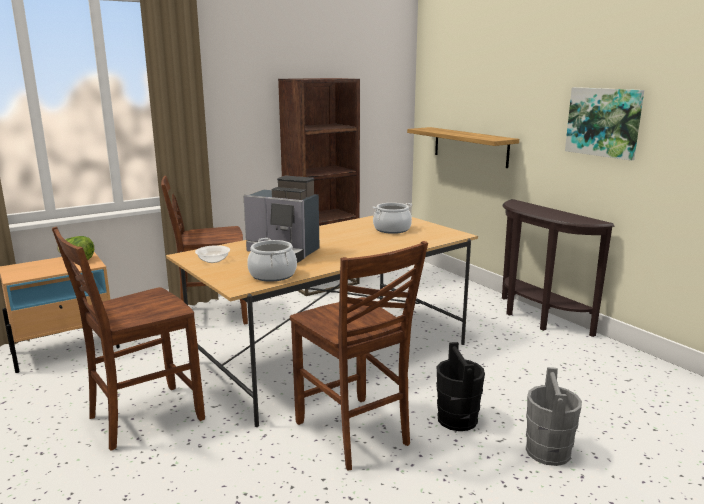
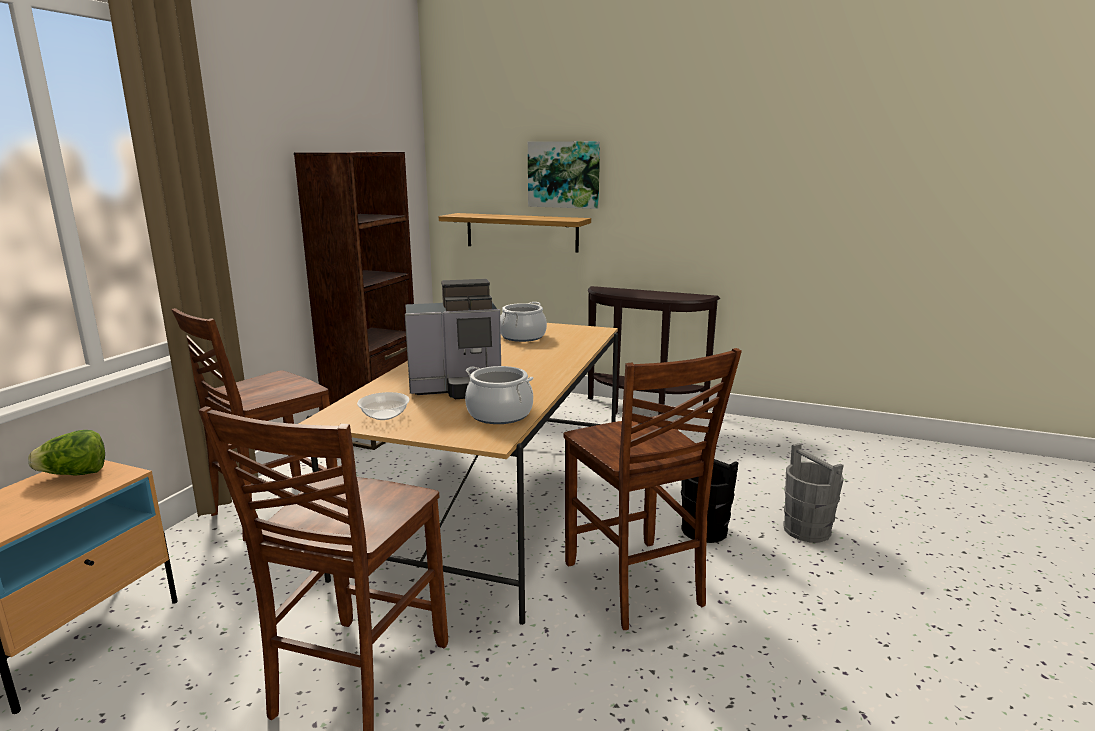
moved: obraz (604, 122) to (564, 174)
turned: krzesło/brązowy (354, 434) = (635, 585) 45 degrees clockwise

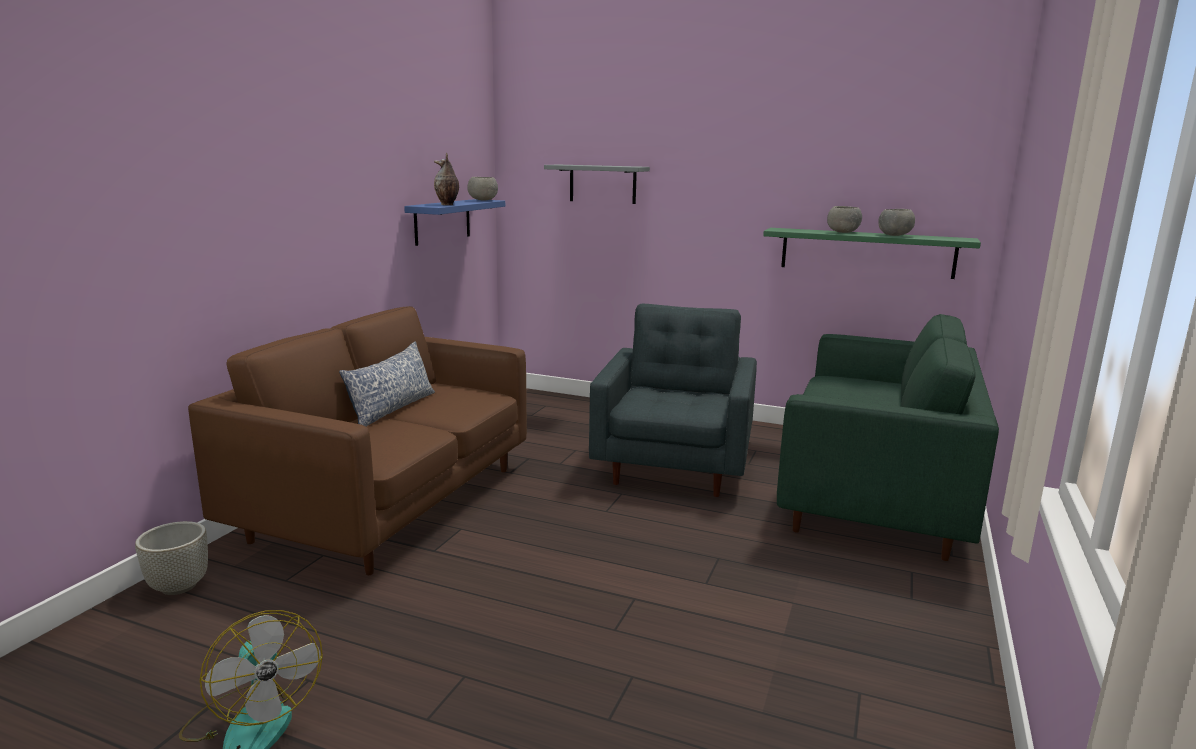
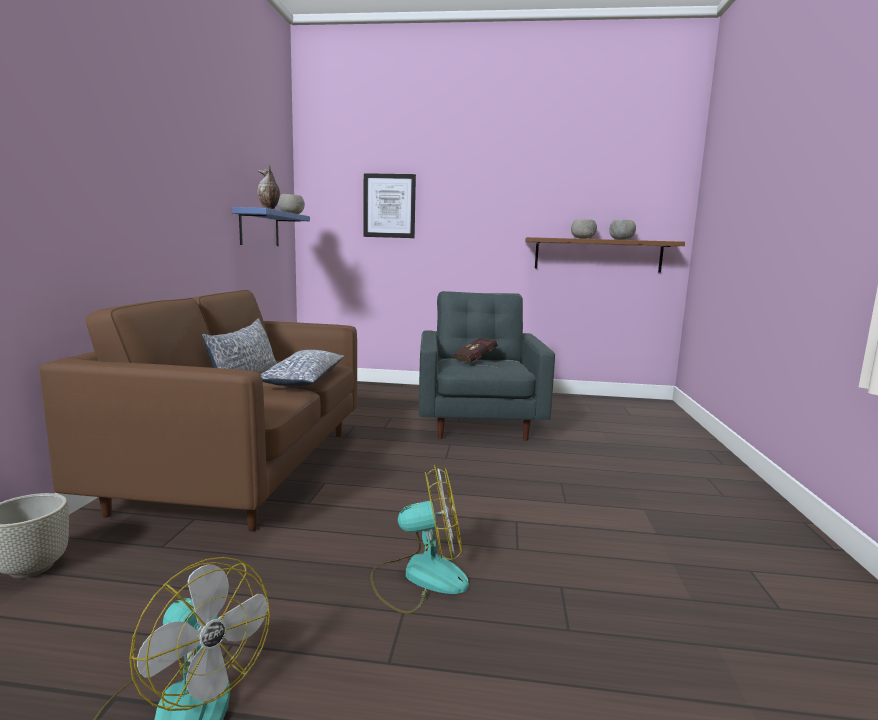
removed: kanapa/zielony (874, 494)
added: poduszka (303, 380); wentylator (420, 577); książka/czerwony (477, 360)
replaced: półka/szary (602, 184) to obraz (389, 206)
recoloured: półka/zielony (866, 252) to półka/brązowy (598, 255)

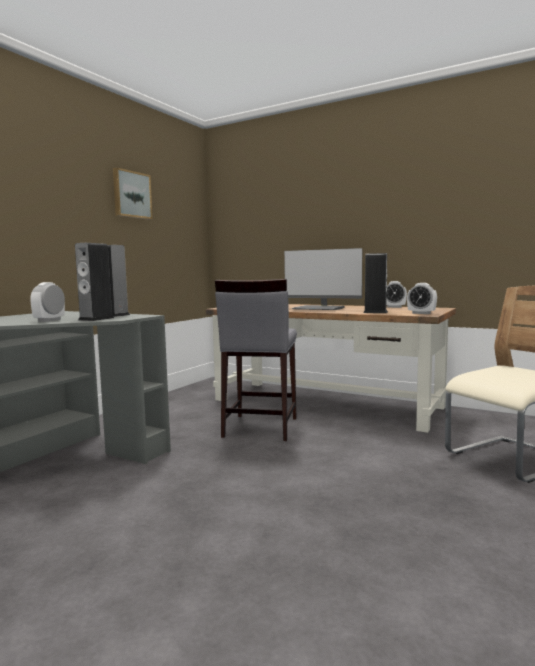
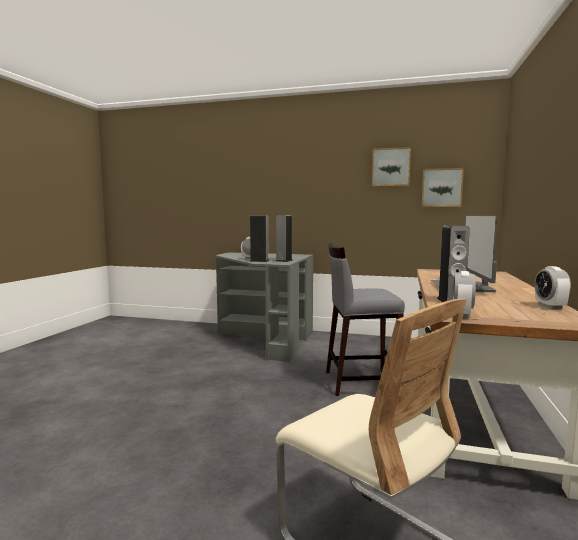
added: obraz (441, 188)

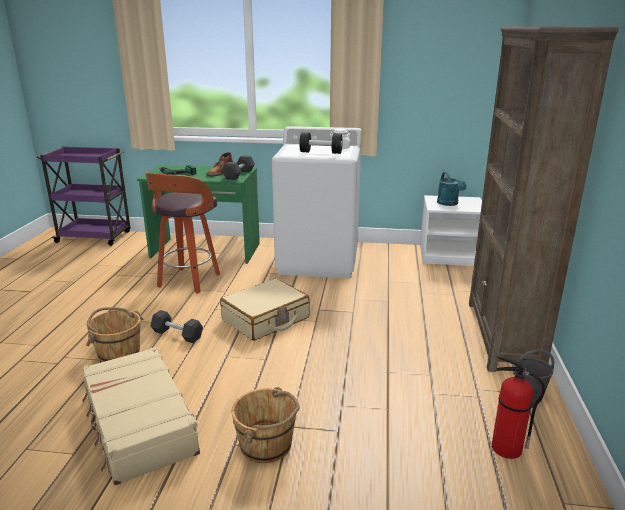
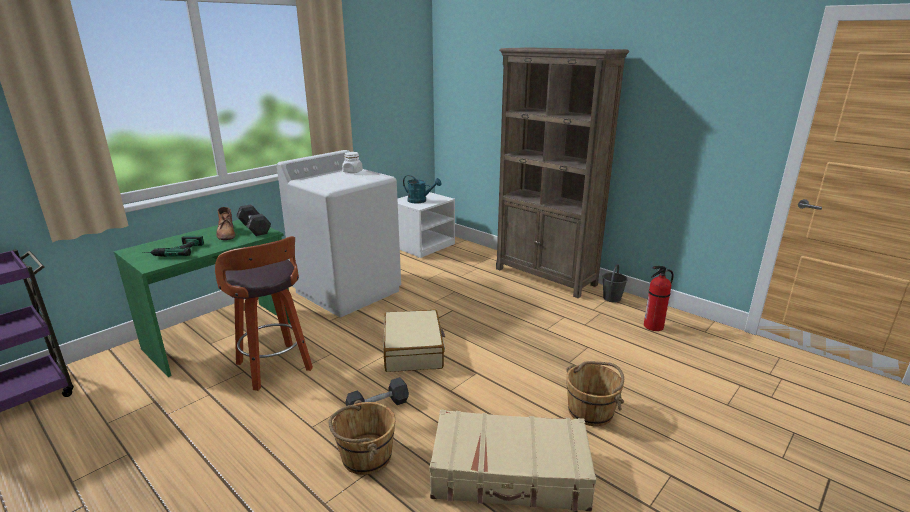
removed: hantel/czarny (321, 152)

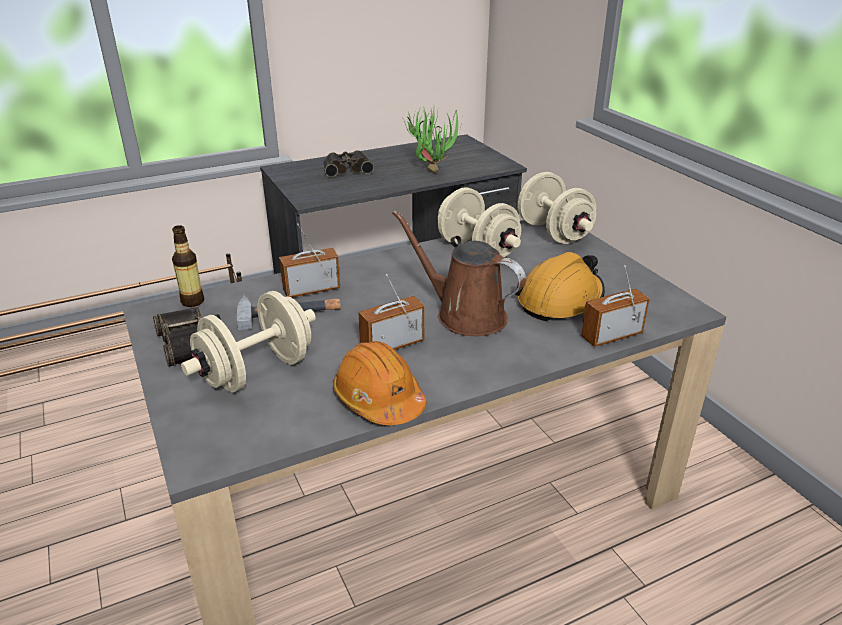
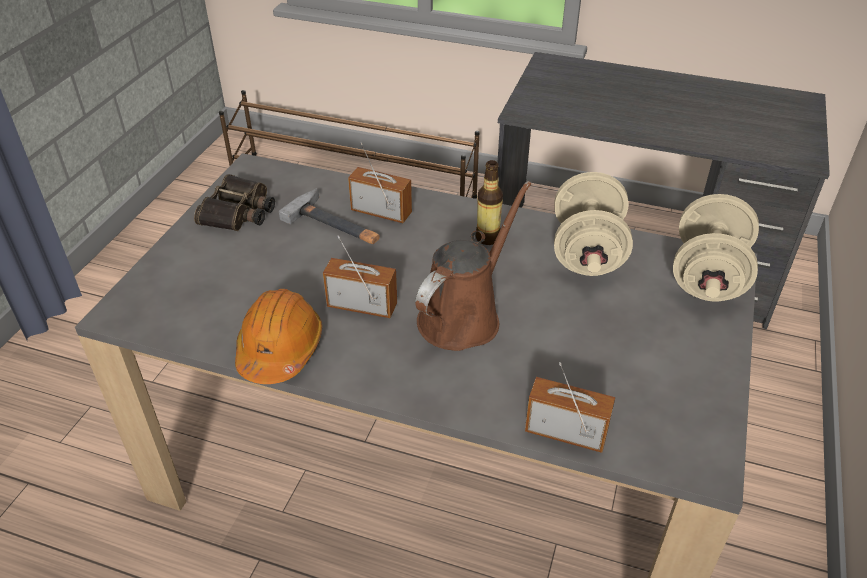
removed: hantel/beżowy (256, 372); lornetka (347, 169); roślina doniczkowa (431, 169); kask/pomarańczowy (560, 300)
moved: butelka (192, 301) to (487, 238)
turned: konewka/brązowy (465, 315) = (463, 316) 45 degrees clockwise

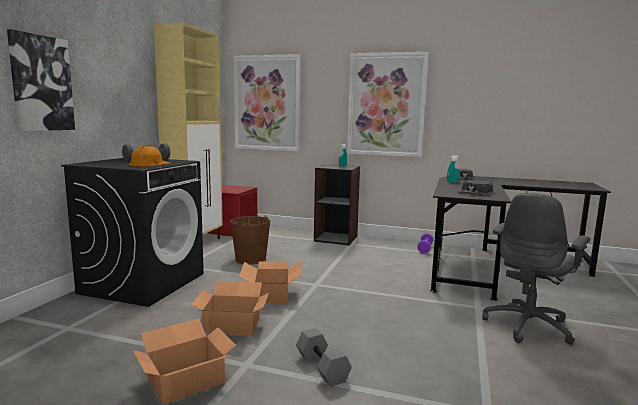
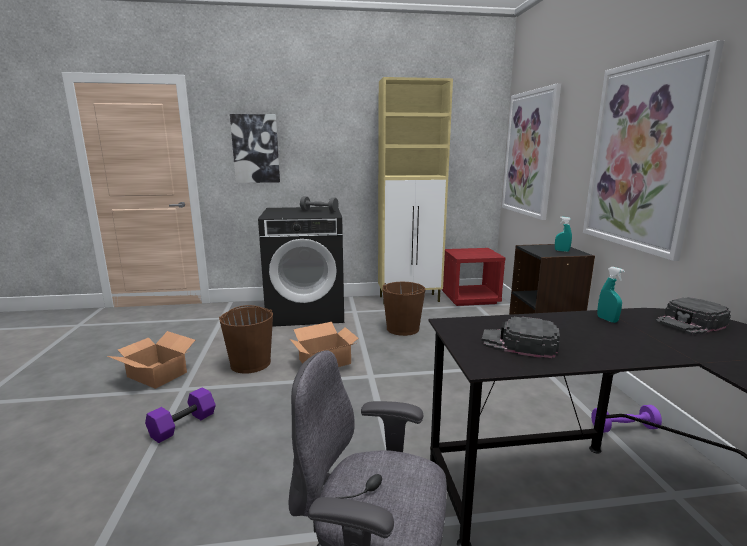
removed: kask/pomarańczowy (149, 164)
replaced: karton (231, 324) to wiadro/brązowy (250, 363)
recoloured: hantel/szary (321, 368) to hantel/fioletowy (183, 424)

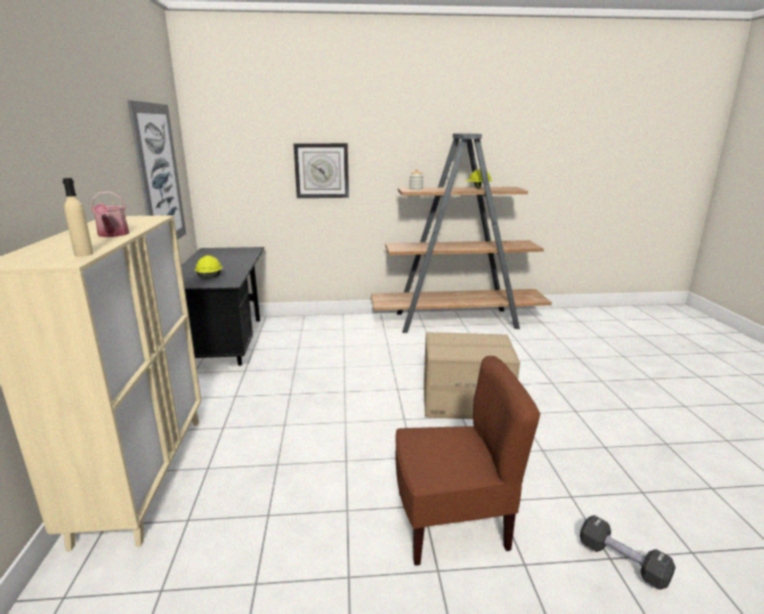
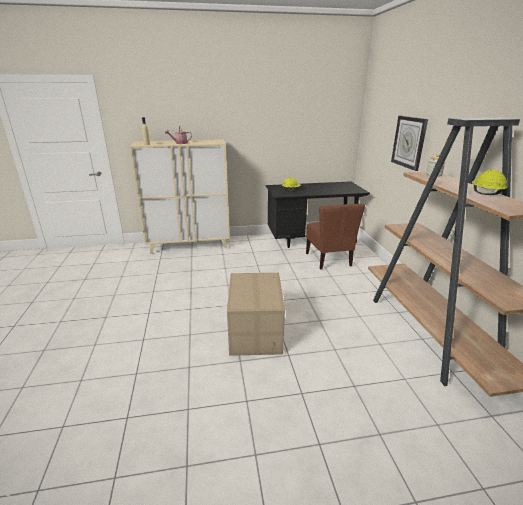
removed: obraz (159, 176); hantel/czarny (622, 562)
moved: krzesło/brązowy (452, 522) to (329, 260)

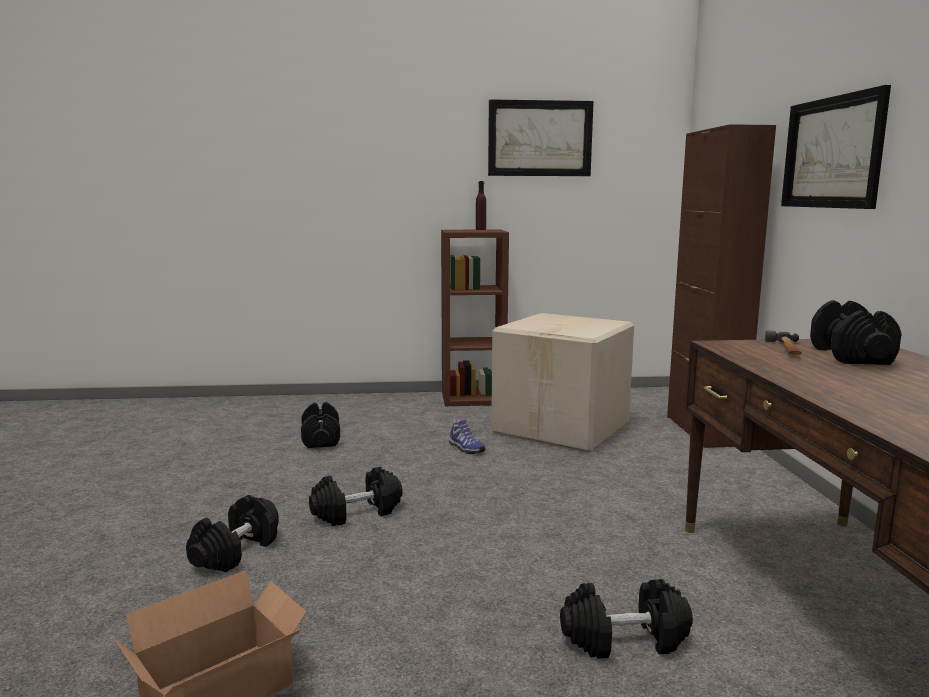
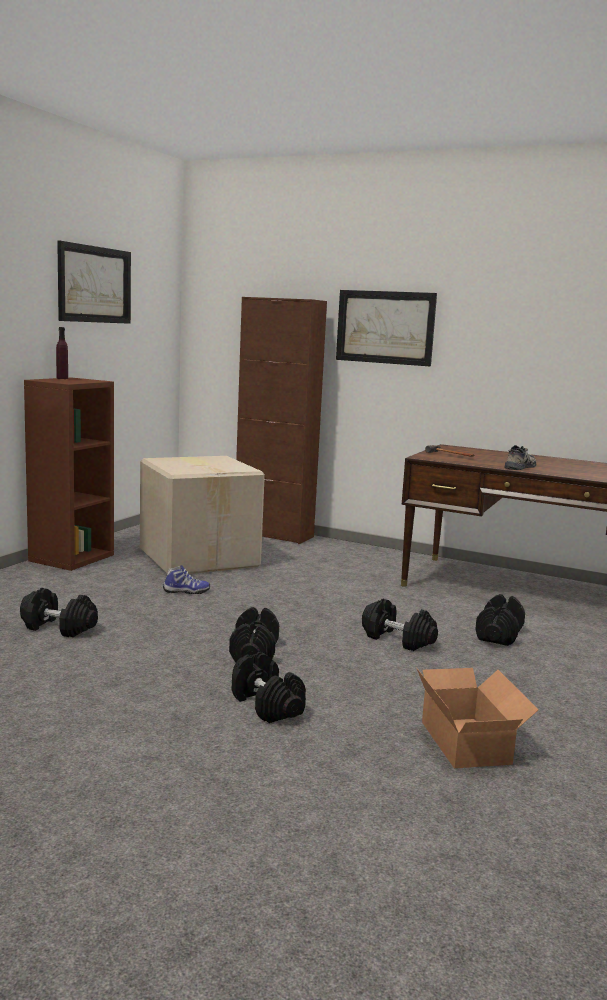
added: but (521, 467)
moved: hantel/czarny (851, 355) to (398, 639)

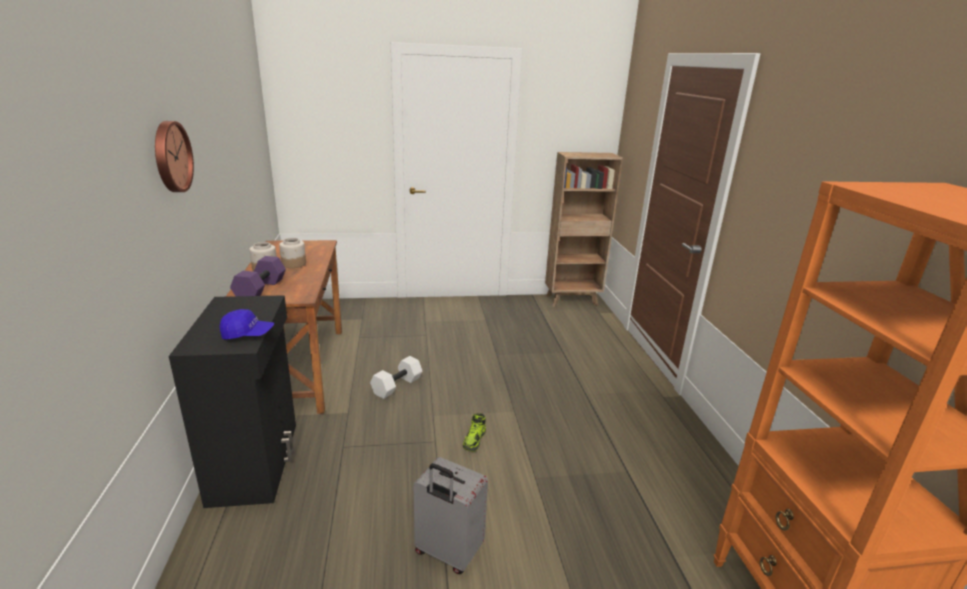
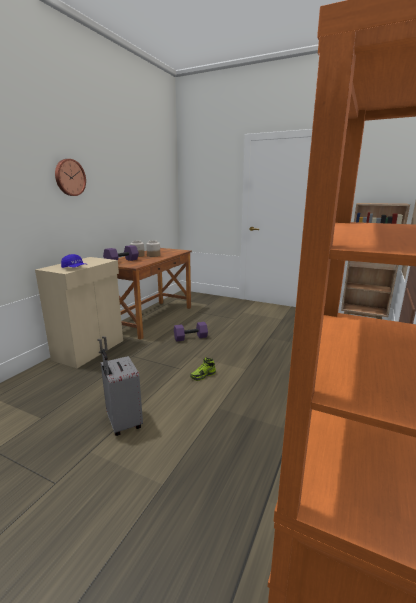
recoloured: szafka/czarny (256, 461) to szafka/beżowy (90, 350); hantel/biały (397, 386) to hantel/fioletowy (190, 338)

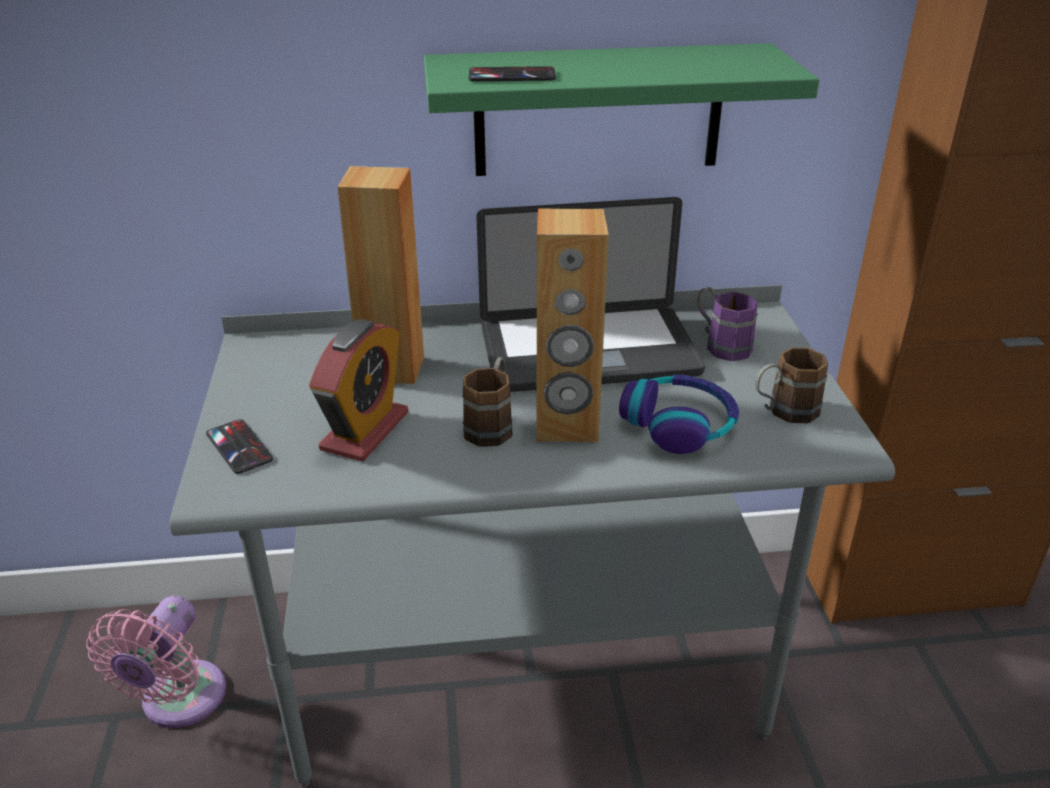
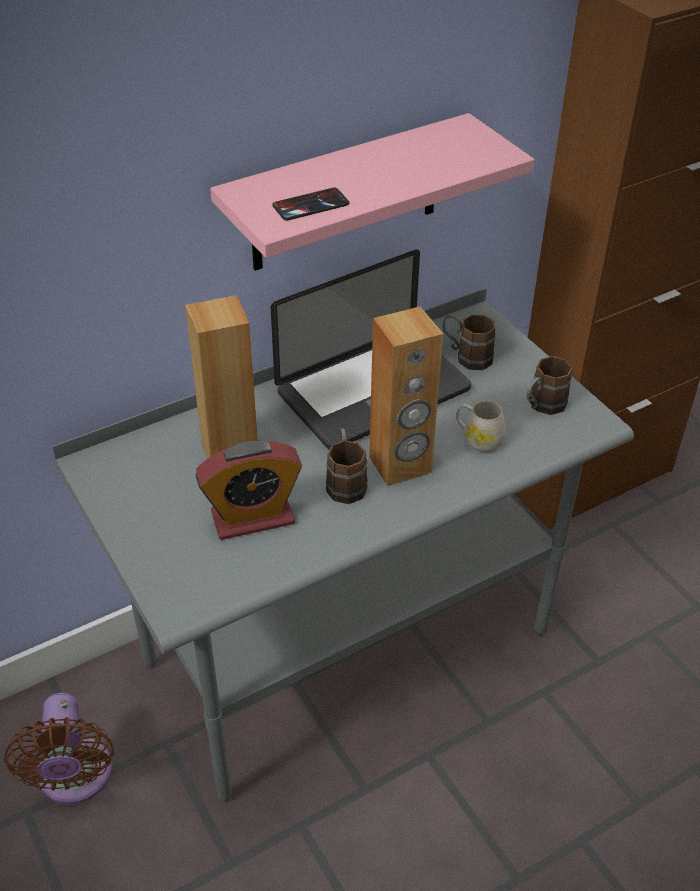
removed: telefon (239, 447)
replaced: słuchawki (679, 424) to kubek/biały (478, 439)
recoloured: wentylator/różowy (179, 702) to wentylator/brązowy (75, 779); półka/zielony (598, 111) to półka/różowy (345, 194); kubek/fioletowy (720, 345) to kubek/brązowy (466, 356)
turned: budzik (365, 431) = (253, 518) 75 degrees clockwise

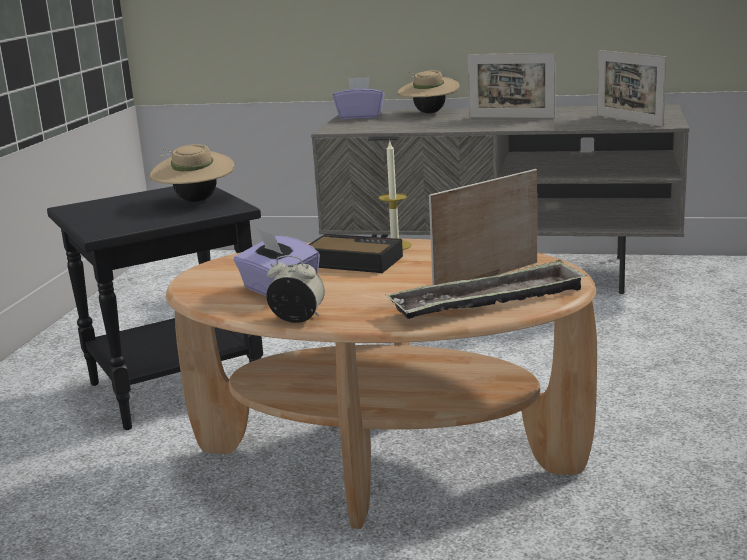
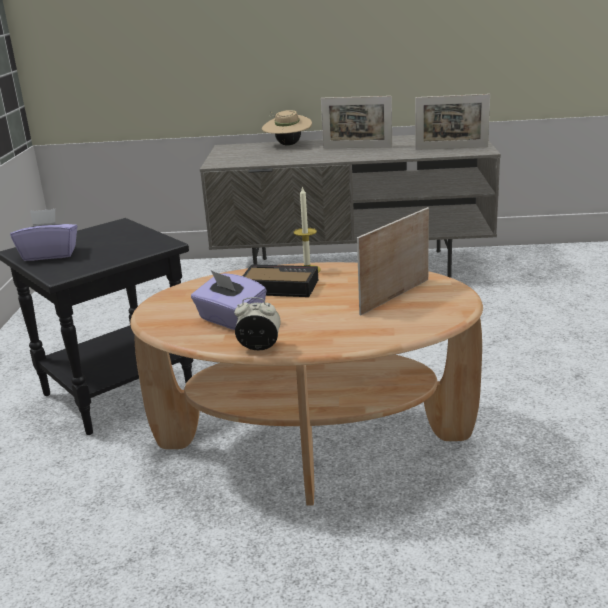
removed: kapelusz/beżowy (195, 201); taca (489, 301)
moved: pudełko chusteczek/fioletowy (360, 116) to (50, 254)
turned: ramka na zdjęcie (629, 120) = (451, 148) 45 degrees counterclockwise

